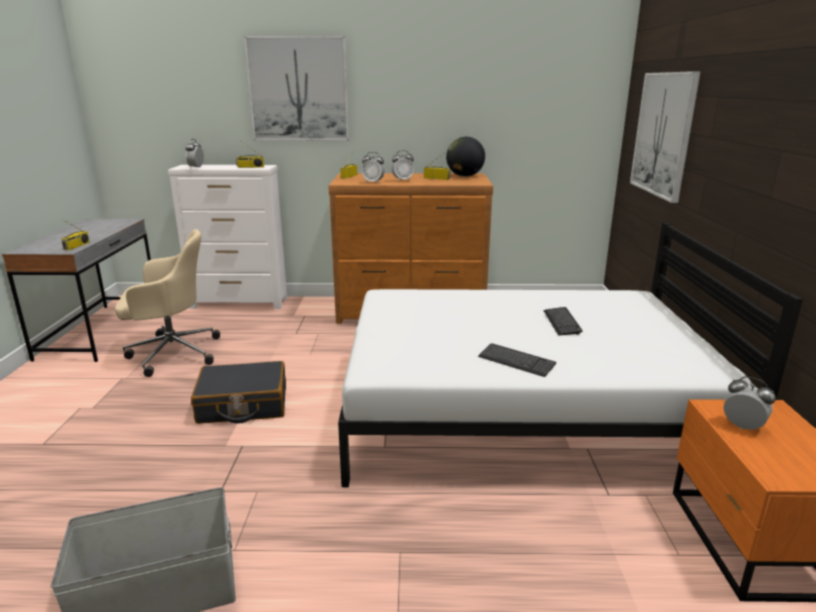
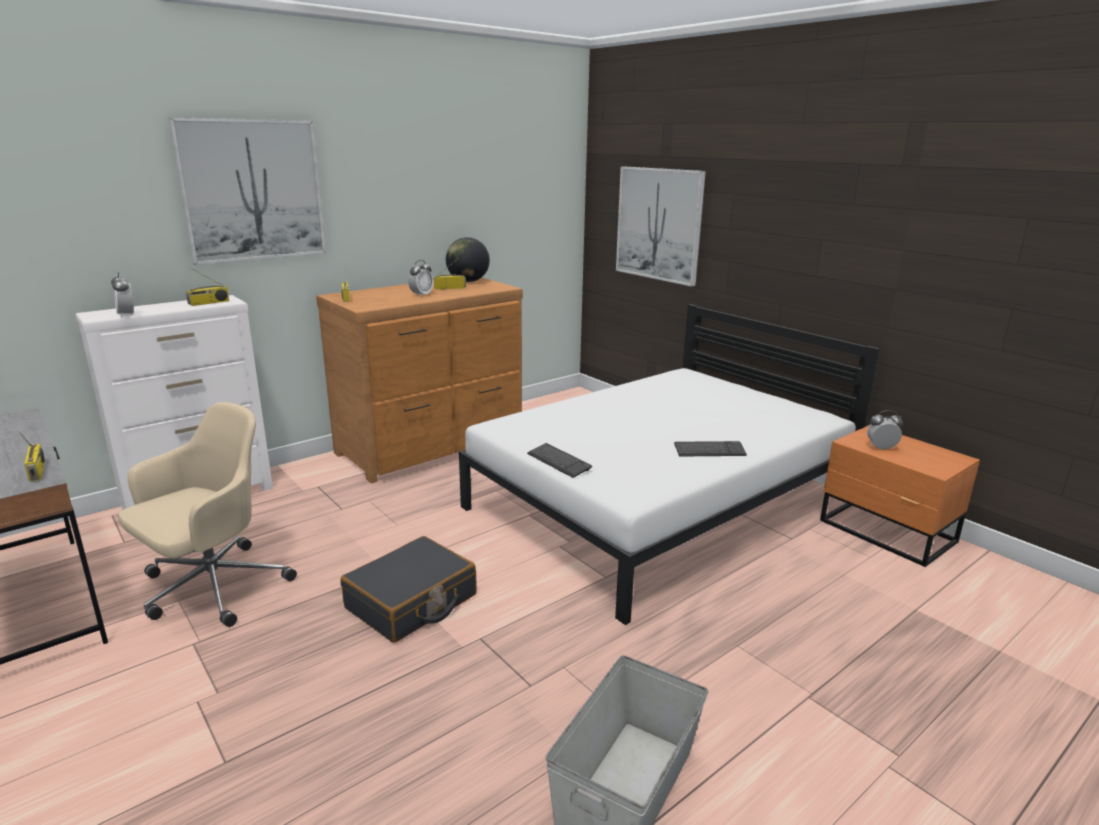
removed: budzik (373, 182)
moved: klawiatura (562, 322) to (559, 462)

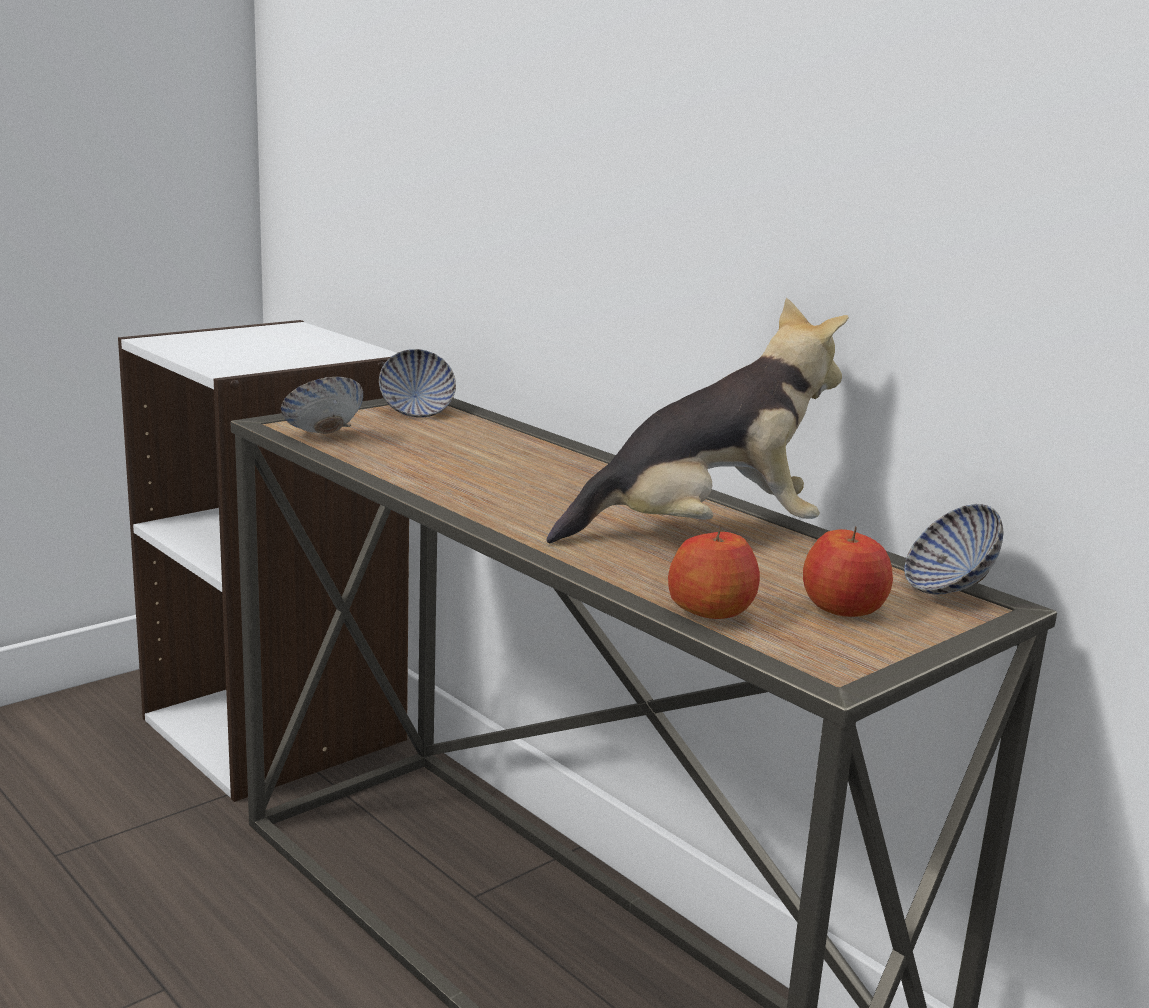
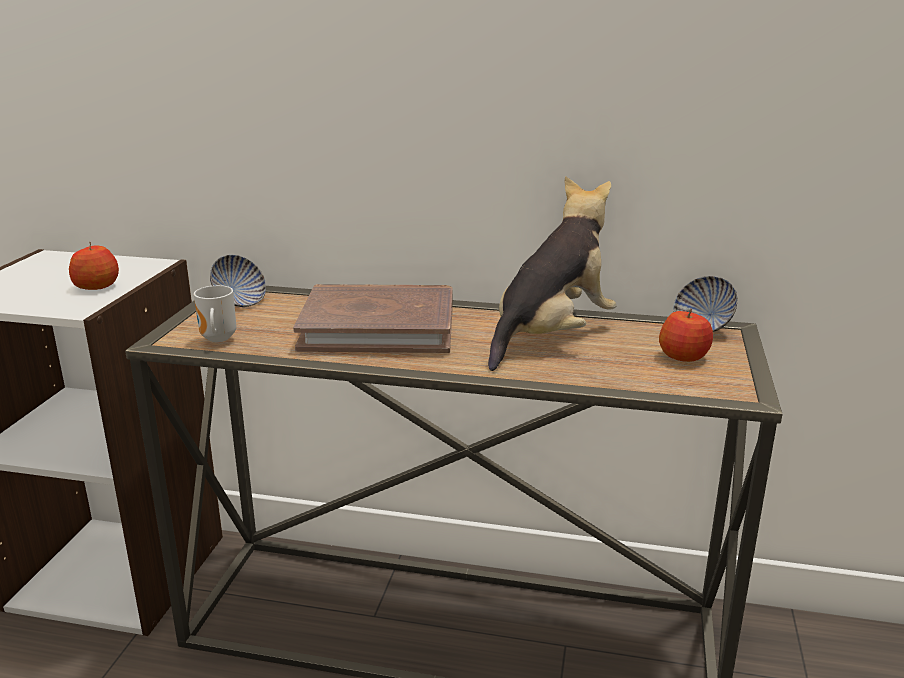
added: książka/brązowy (378, 326)
moved: jabłko (711, 610) to (97, 286)
replaced: miska (323, 434) to kubek (216, 339)

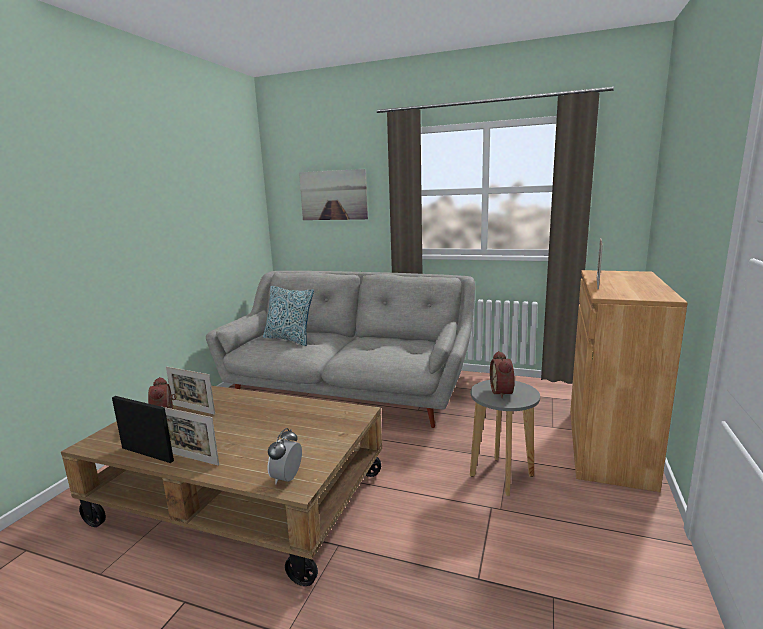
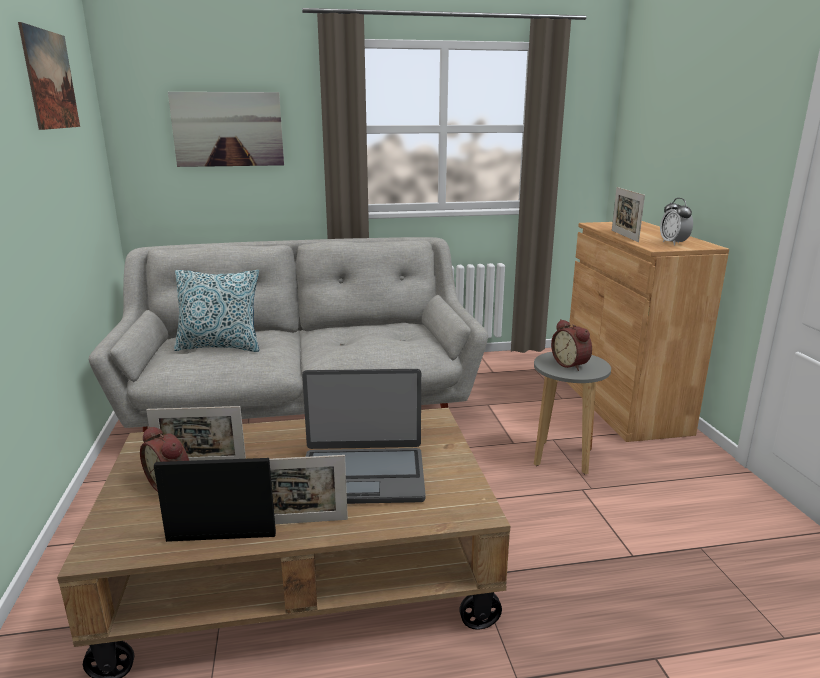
added: obraz (50, 80); laptop (362, 476)
moved: budzik (287, 478) to (673, 243)

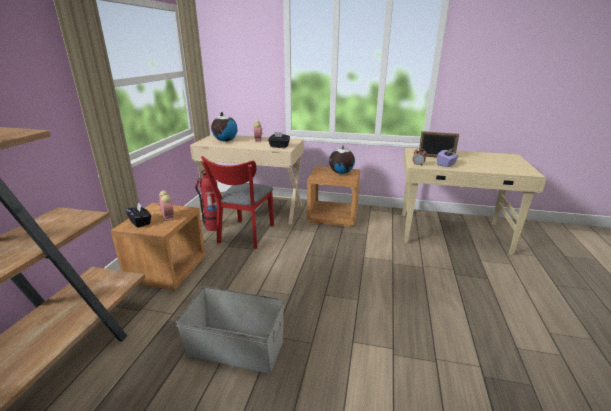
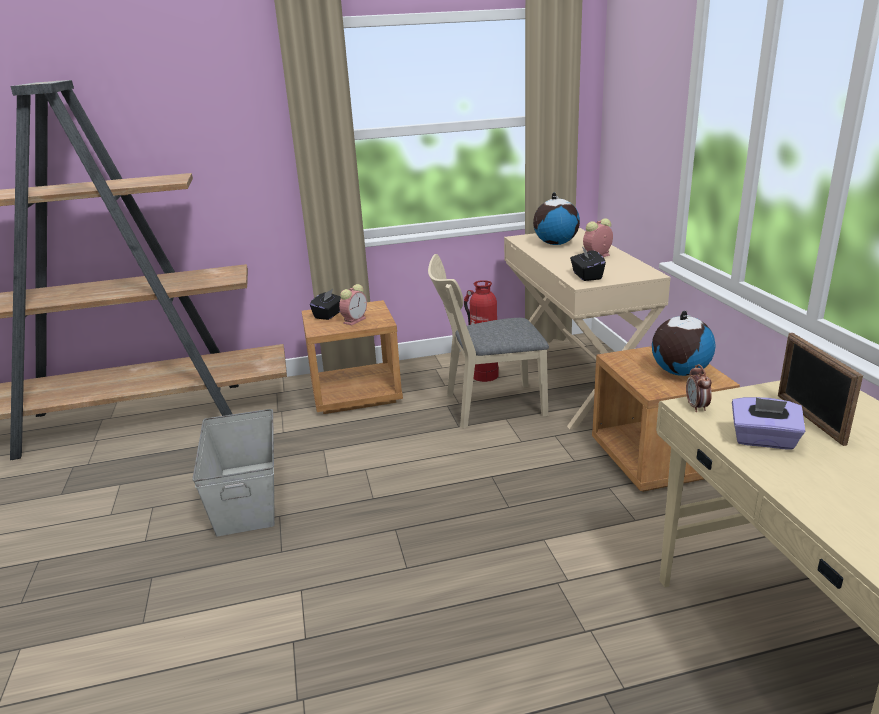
recoloured: krzesło/czerwony (244, 236) to krzesło/beżowy (487, 406)

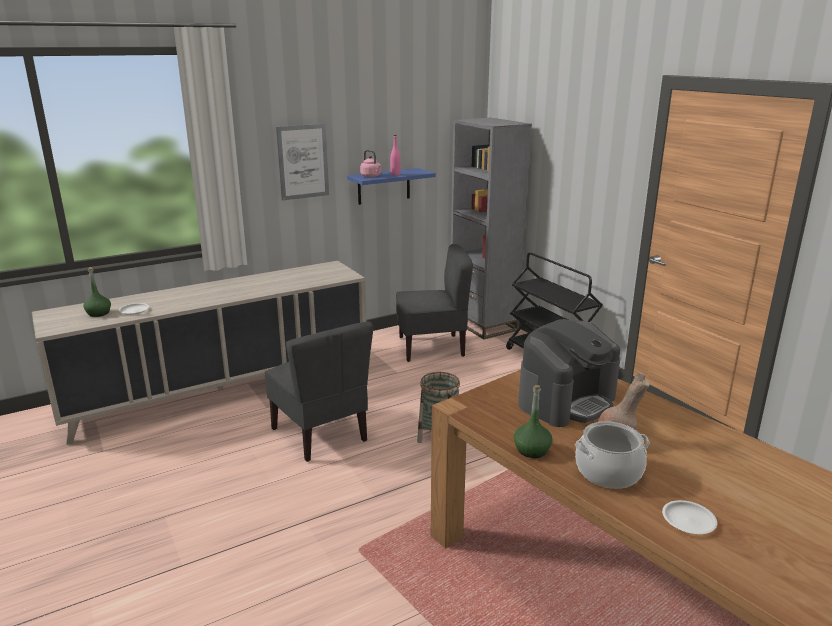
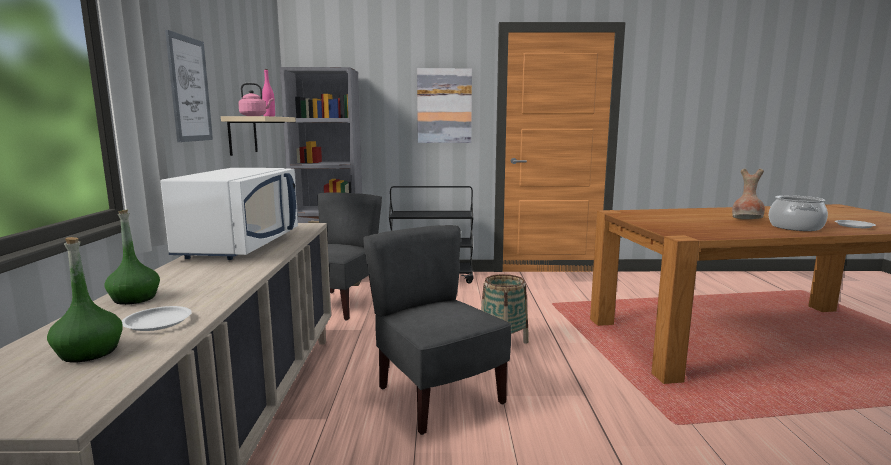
removed: ekspres do kawy (566, 401)
added: mikrofalówka/biały (241, 246); obraz (444, 106)
moved: butelka/zielony (531, 450) to (134, 299)
recoloured: półka/niebieski (384, 186) to półka/beżowy (242, 135)
turned: krzesło/szary (321, 434) = (438, 396) 120 degrees counterclockwise

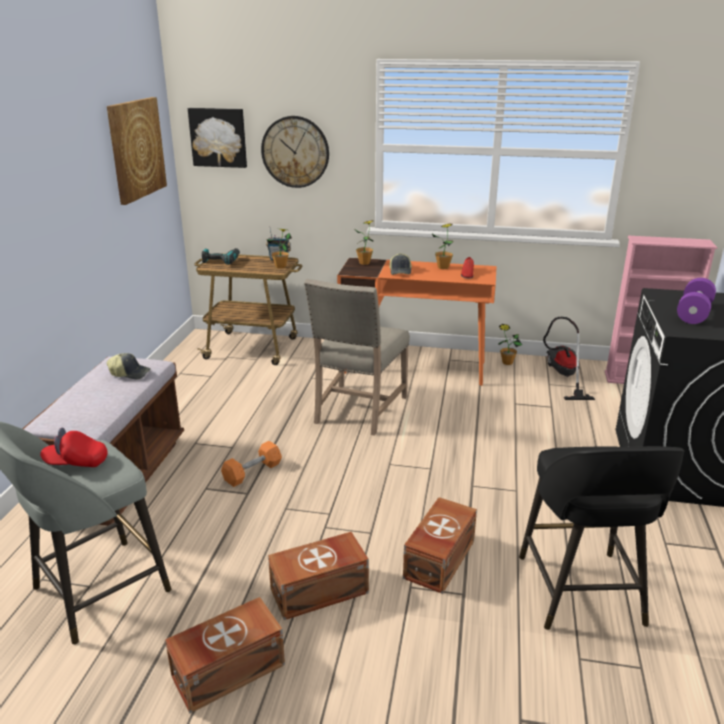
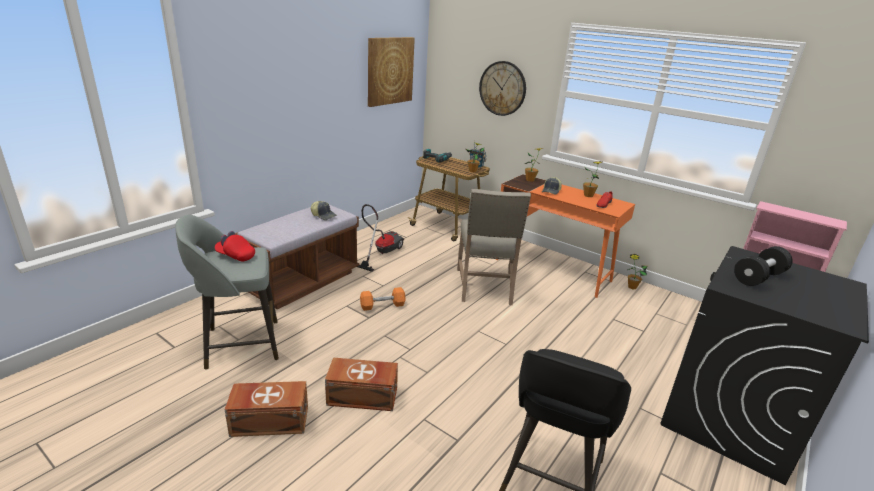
removed: obraz (218, 137); pojemnik do przechowywania/brązowy (437, 559)
moved: odkurzacz (562, 376) to (380, 252)
recoloured: hantel/fioletowy (693, 313) to hantel/czarny (758, 277)
turned: krzesło/beżowy (358, 410) = (485, 287) 45 degrees counterclockwise

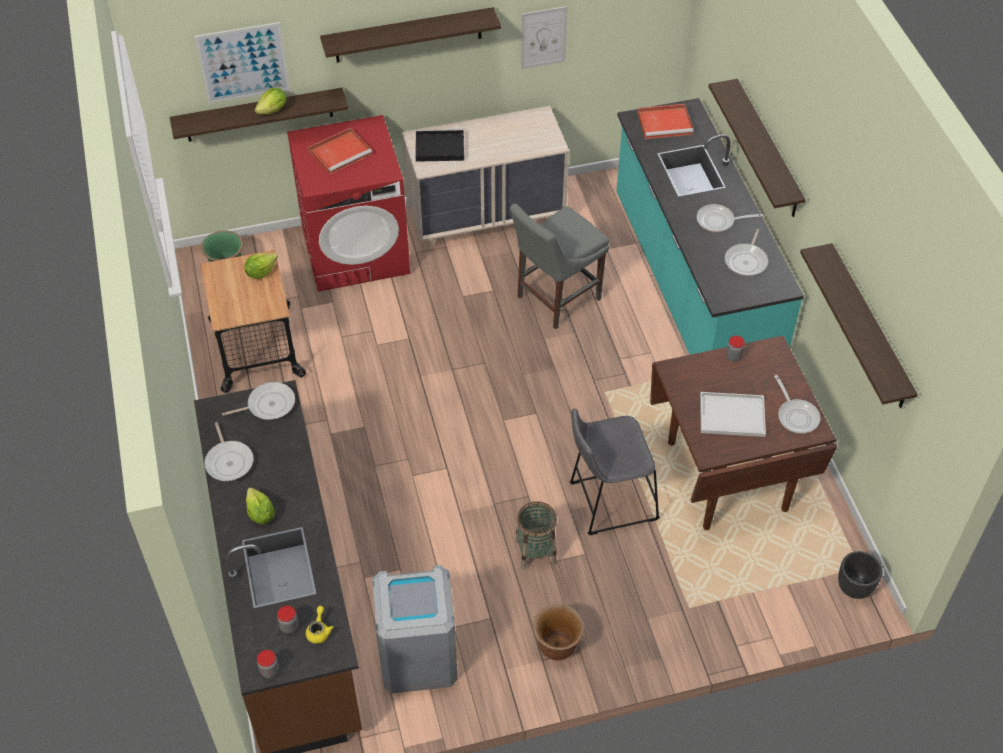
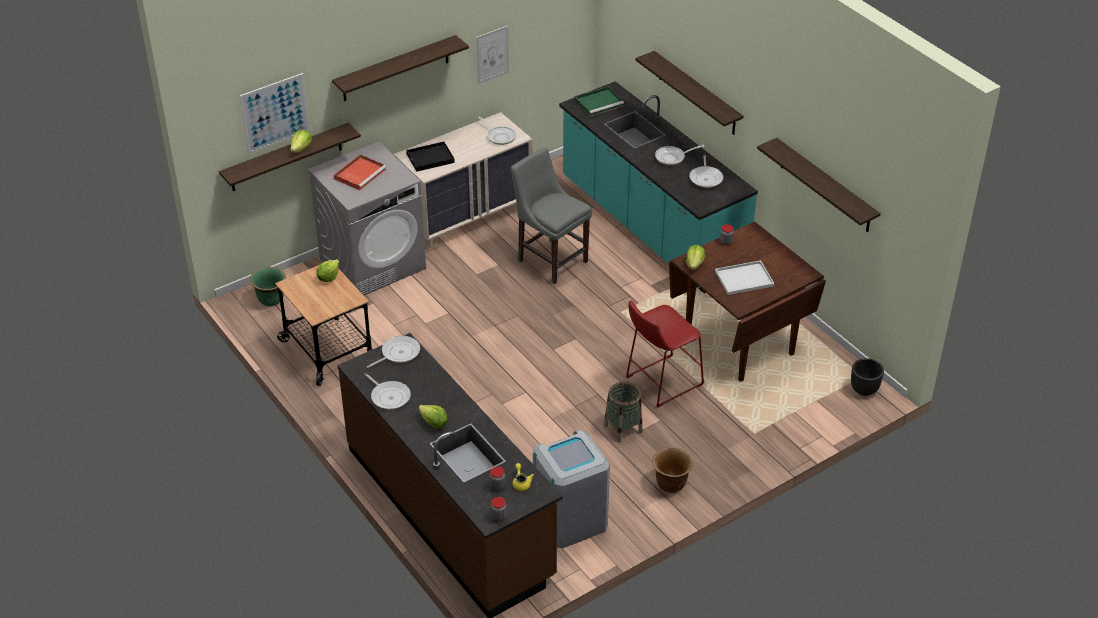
added: sałata (695, 264)
moved: patelnia (796, 416) to (499, 136)
recoloured: pralka/czerwony (356, 251) to pralka/szary (373, 263); stołek/szary (608, 502) to stołek/czerwony (660, 382); taca/czerwony (666, 123) to taca/zielony (599, 102)
turned: krzesło/szary (555, 299) = (550, 259) 105 degrees clockwise

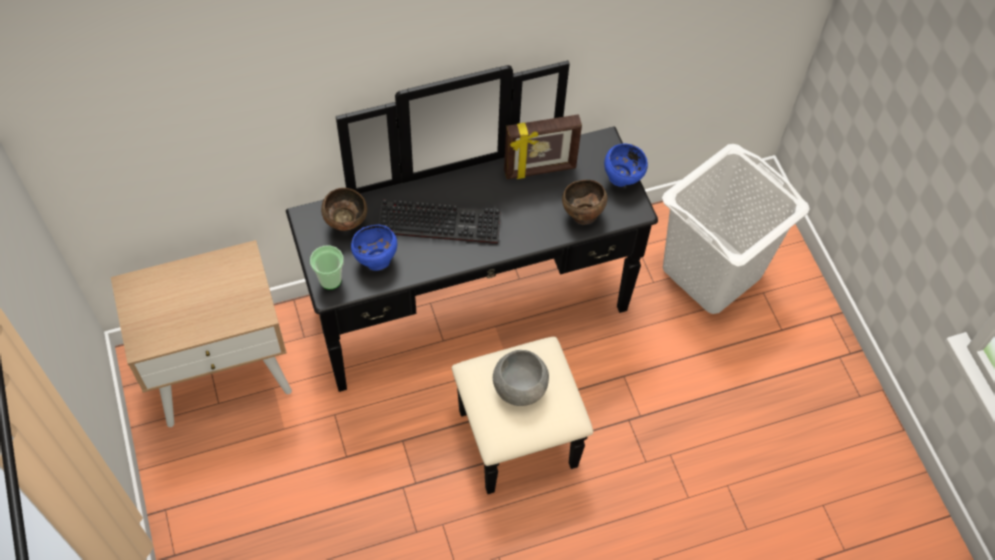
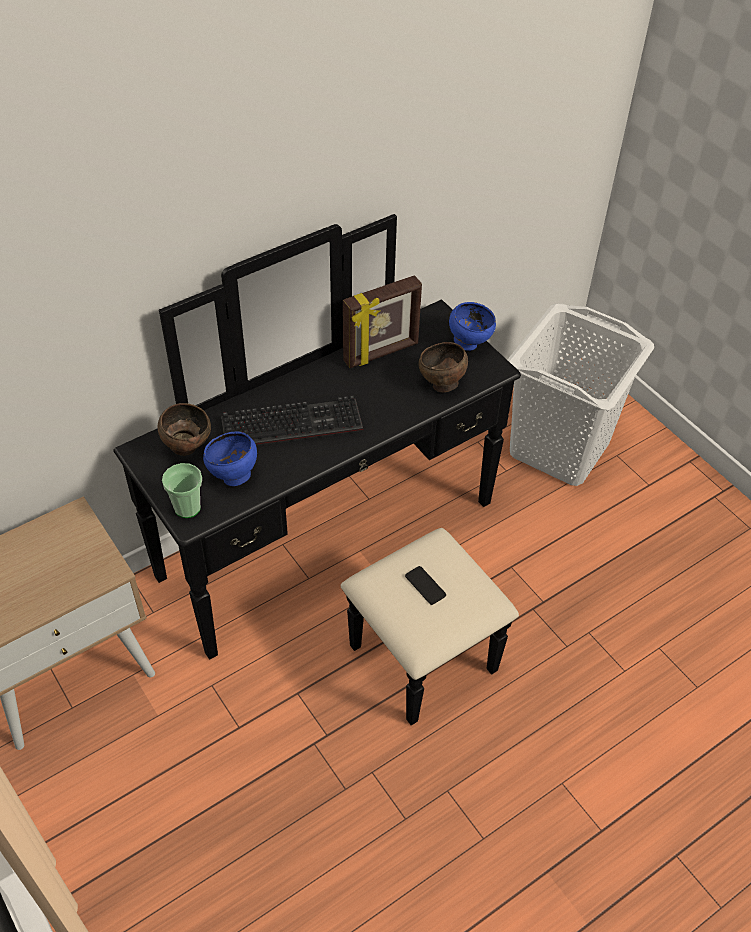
replaced: miska/szary (519, 388) to telefon (425, 585)

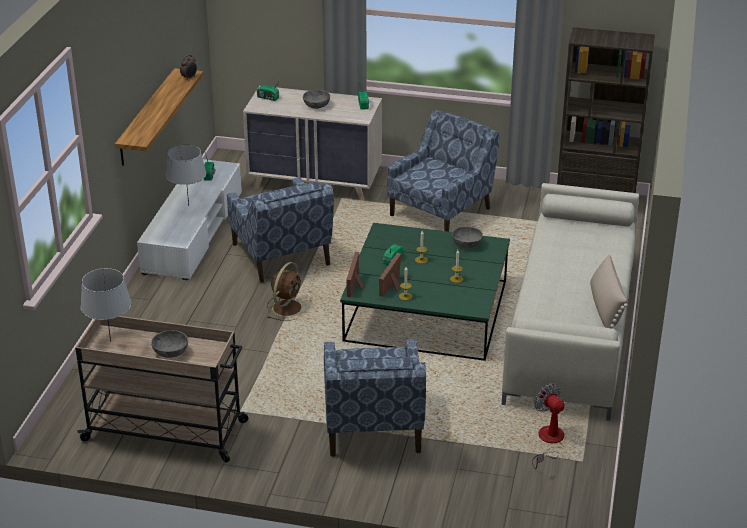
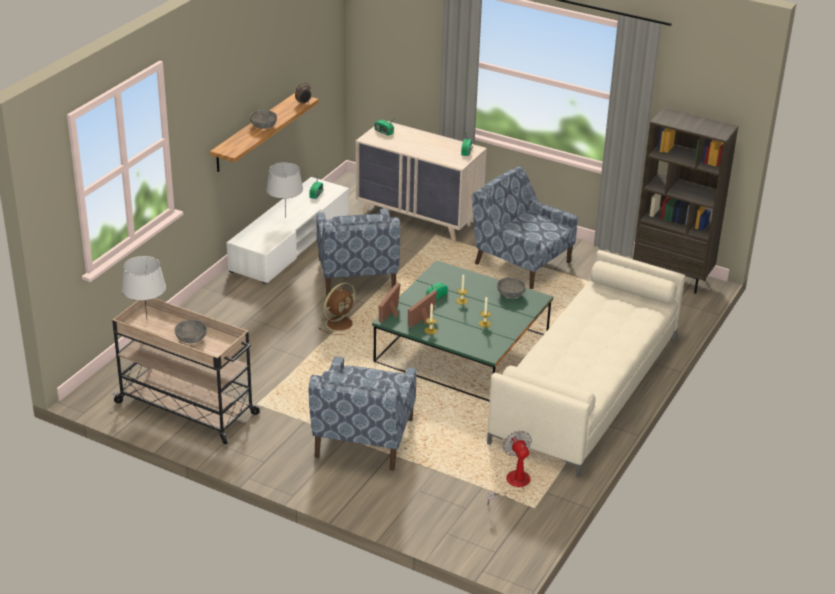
removed: poduszka/beżowy (605, 307)
moved: miska/szary (316, 105) to (263, 126)
turned: fotel/niebieski (441, 211) = (521, 262) 105 degrees counterclockwise

